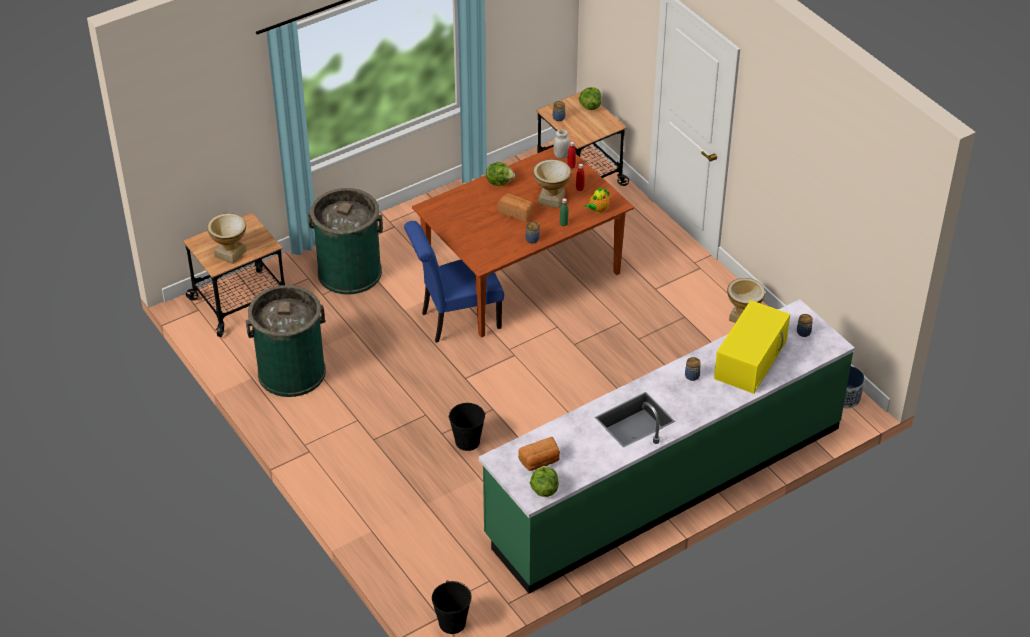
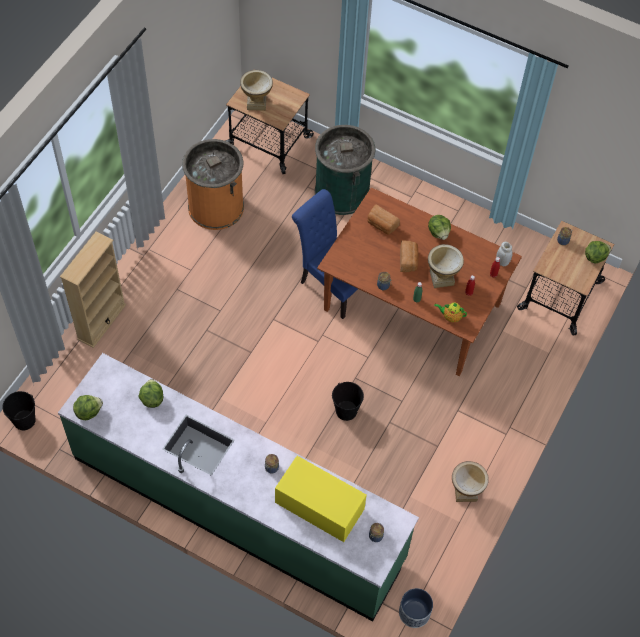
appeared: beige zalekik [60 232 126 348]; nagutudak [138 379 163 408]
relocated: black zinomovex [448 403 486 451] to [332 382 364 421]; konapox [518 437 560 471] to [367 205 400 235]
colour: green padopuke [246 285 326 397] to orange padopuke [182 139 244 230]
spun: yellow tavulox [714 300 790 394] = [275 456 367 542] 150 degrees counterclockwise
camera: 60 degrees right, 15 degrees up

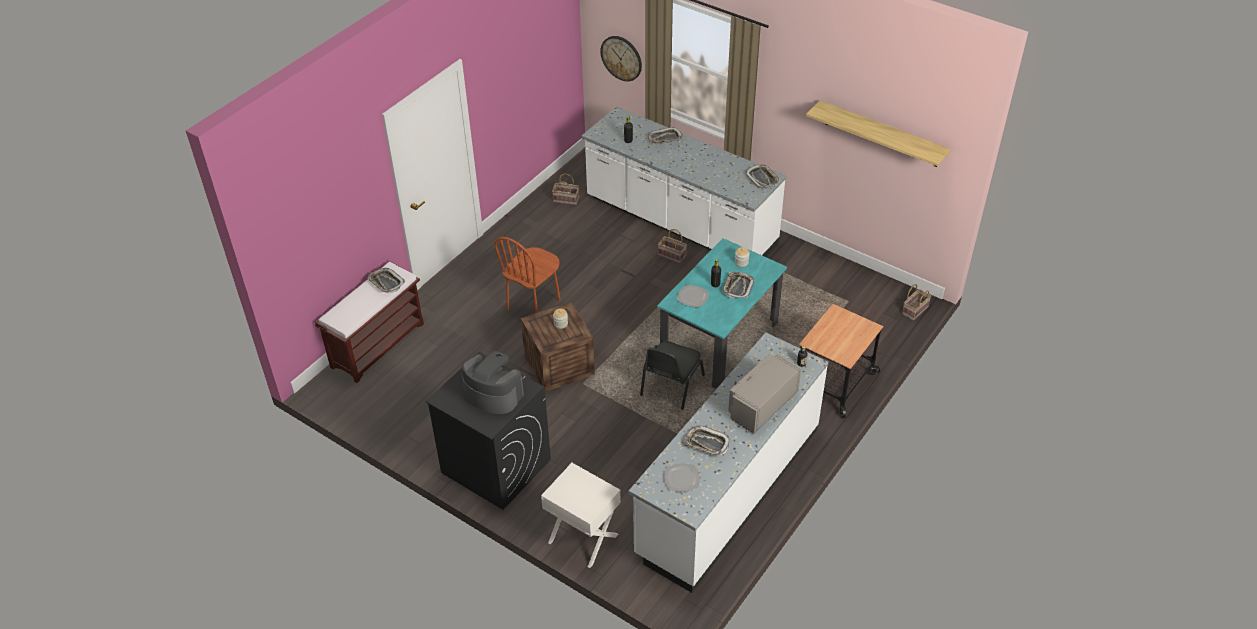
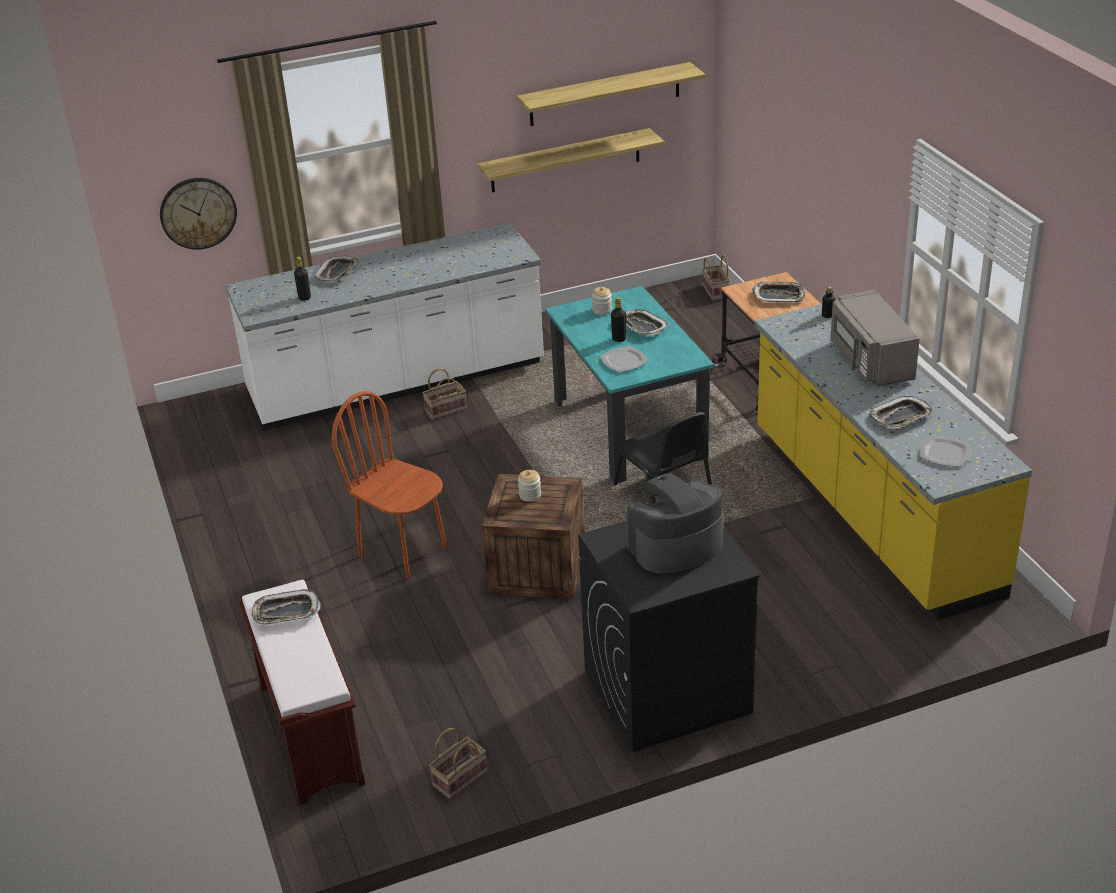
missing: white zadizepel [541 463 621 568]
appeared: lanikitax [478 128 665 193]
relocated: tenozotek [552 173 579 205] to [429 728 487 799]; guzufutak [745 164 780 189] to [752 282 805 303]
colour: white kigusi [629 332 828 593] to yellow kigusi [754 300 1032 620]
spun: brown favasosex [494 237 561 314] = [332 391 447 579] 150 degrees clockwise
camera: 55 degrees left, 10 degrees down

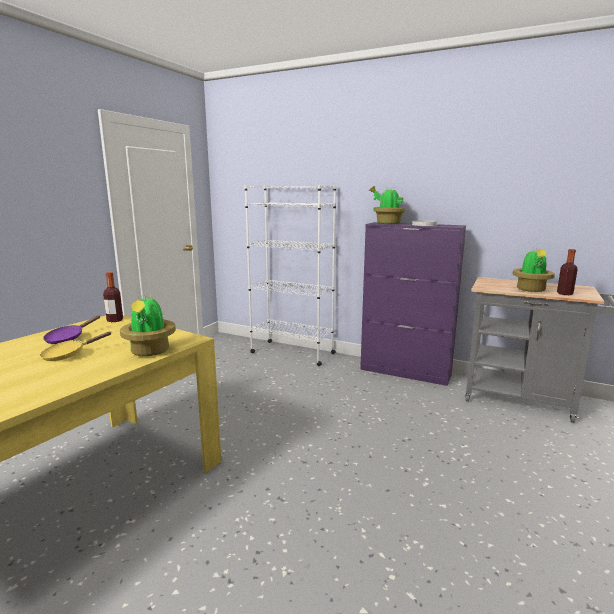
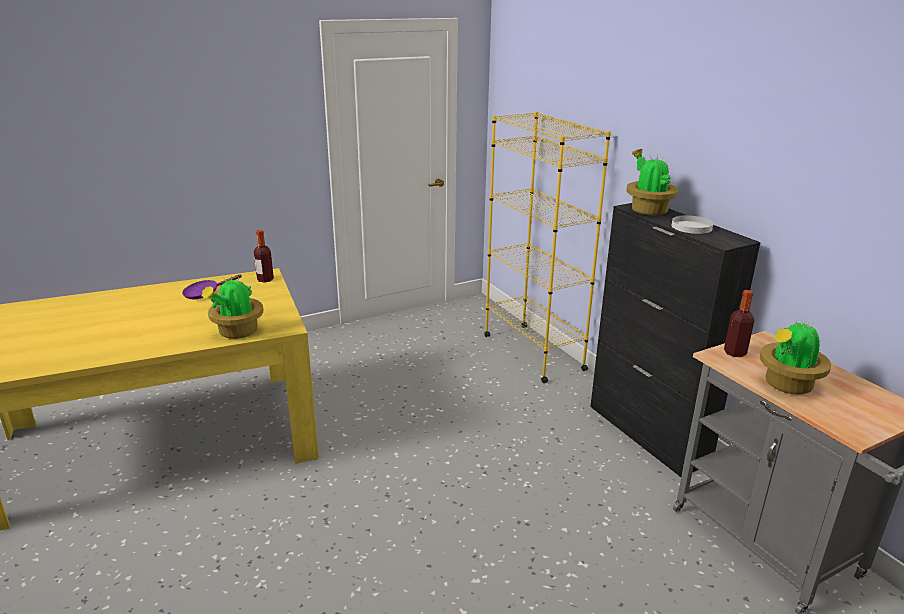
missing: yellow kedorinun [40 332 112 361]
relocated: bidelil [557 249 578 295] to [724 290 754 357]
colour: white zalekik [244 185 336 366] to yellow zalekik [484 111 611 383]; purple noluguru [360 222 466 386] to black noluguru [590 203 761 477]
camera: 35 degrees right, 10 degrees up

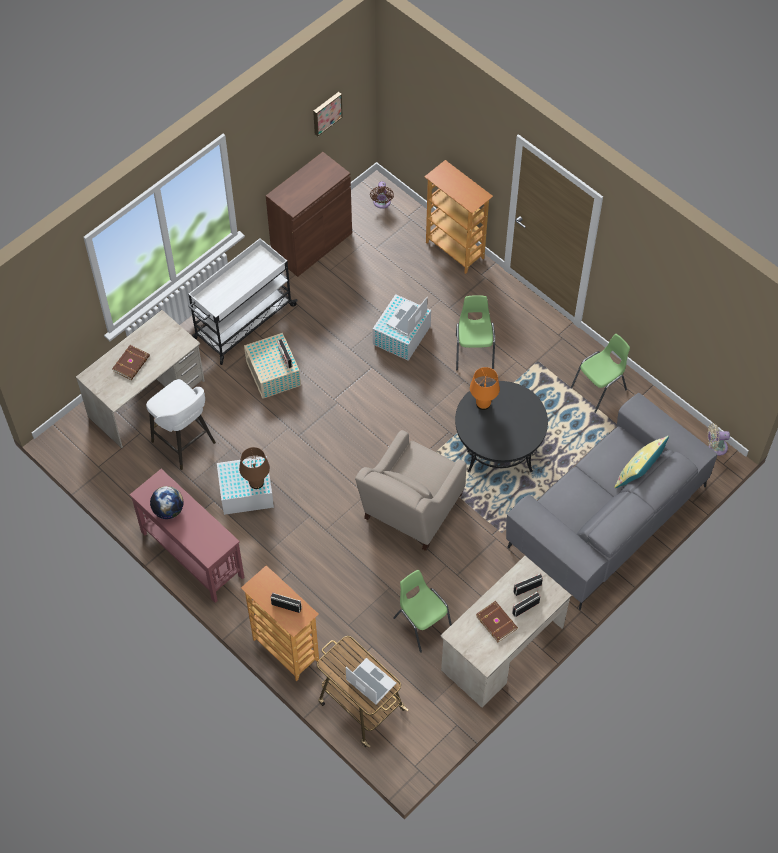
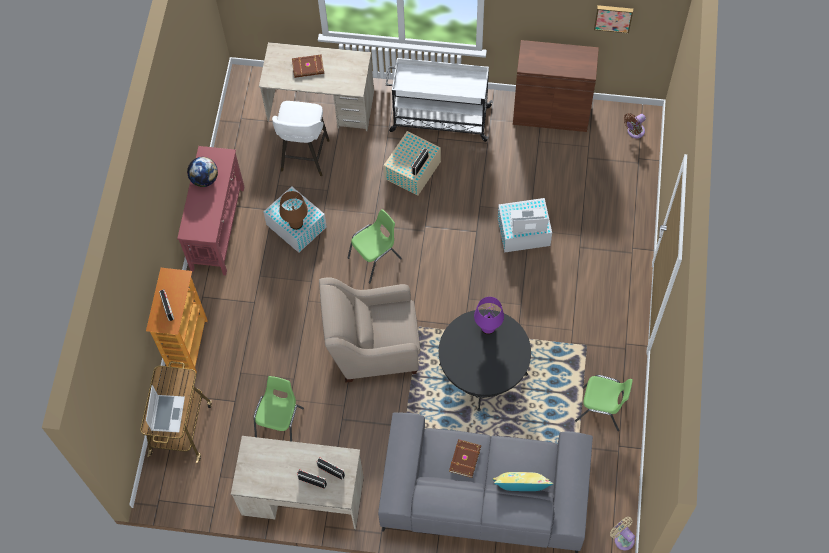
missing: zalekik [424 160 493 274]
relocated: green favasosex [456 295 495 371] to [348 209 402 283]; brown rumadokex [476 601 518 642] to [449 439 481 478]
colour: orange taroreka [470 367 500 410] to purple taroreka [474 297 504 335]
camera: 55 degrees right, 5 degrees up

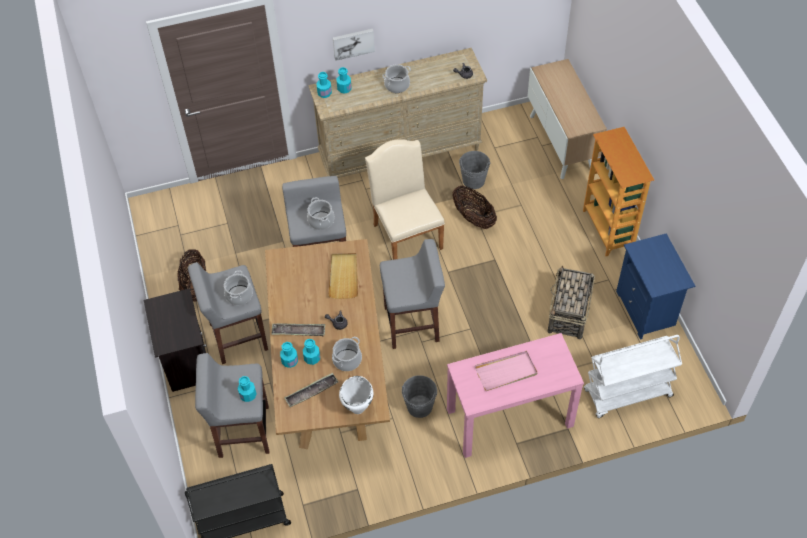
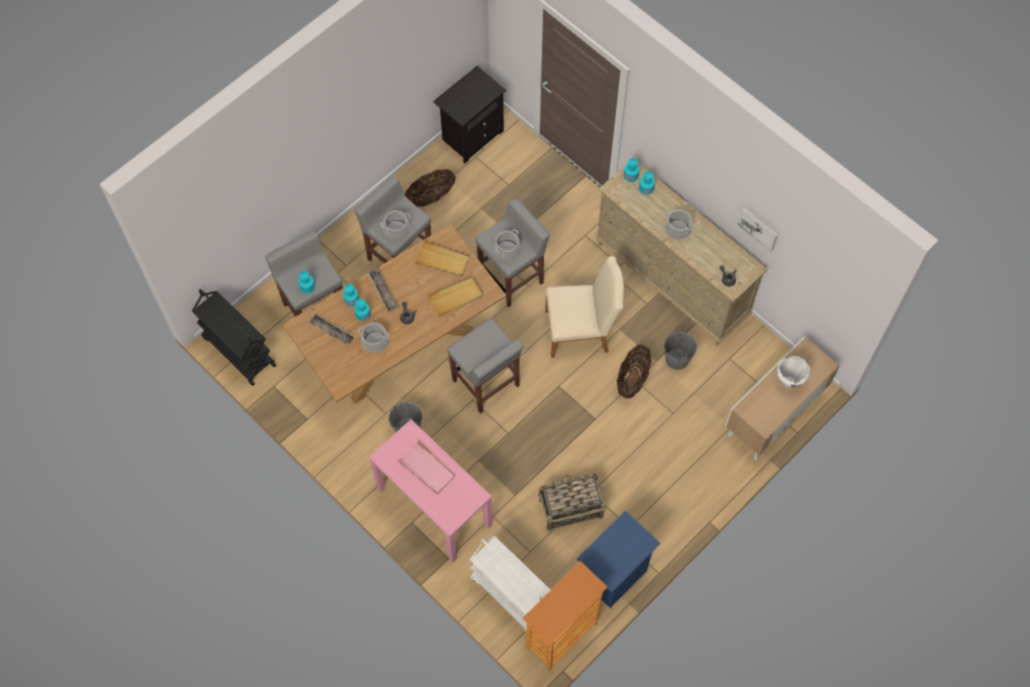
appeared: beige guzufutak [415 240 470 277]
relocated: black zadizepel [144 288 206 392] to [433 66 506 164]; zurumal [333 29 375 61] to [738 207 778 252]; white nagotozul [339 376 373 414] to [777 356 810 388]; zalekik [583 127 654 256] to [523 561 607 671]
spun: beige favasosex [365 139 445 260] = [545 256 624 358] 45 degrees clockwise
camera: 60 degrees right, 10 degrees up

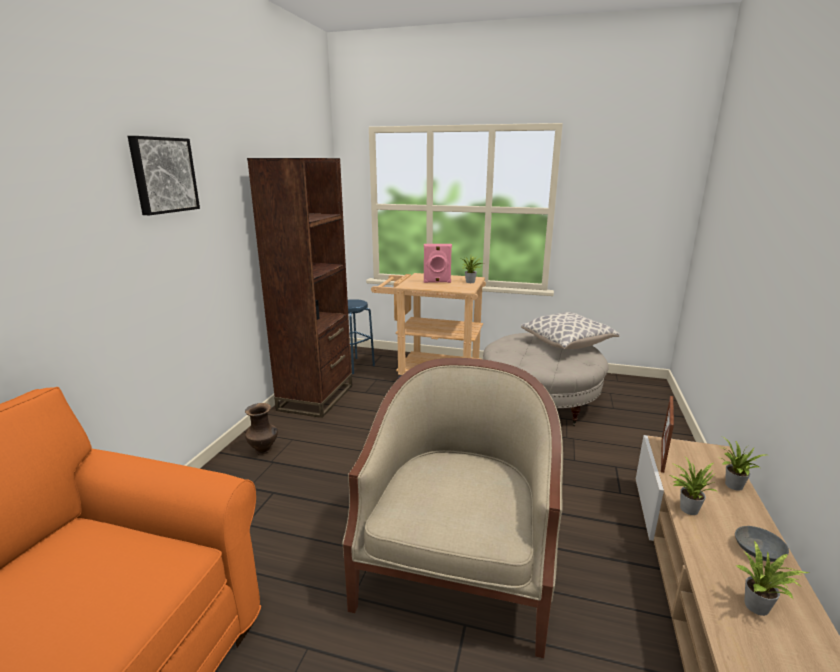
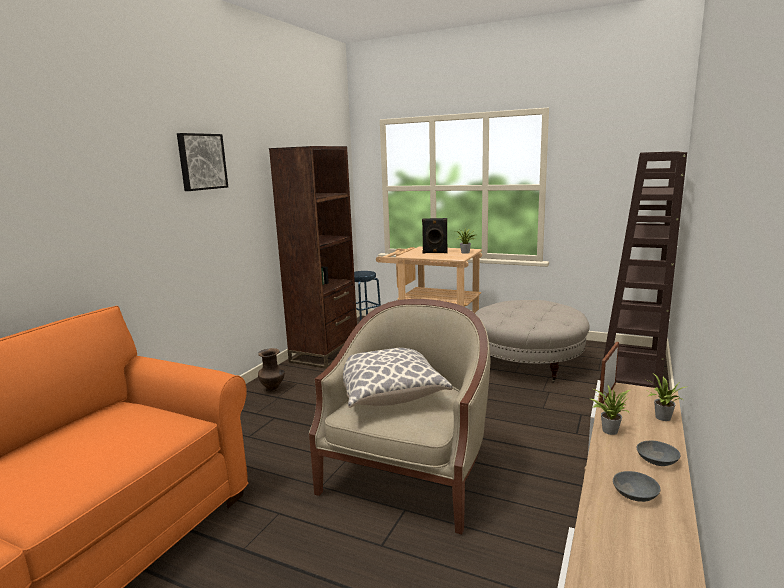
appeared: brown zalekik [600 151 687 388]
relocated: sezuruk [521 312 619 349] to [343 348 452 408]
exchanged: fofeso [736 540 809 616] to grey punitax [613 471 660 502]
colour: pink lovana [424 244 452 283] to black lovana [422 218 448 253]
camera: 10 degrees right, 5 degrees down

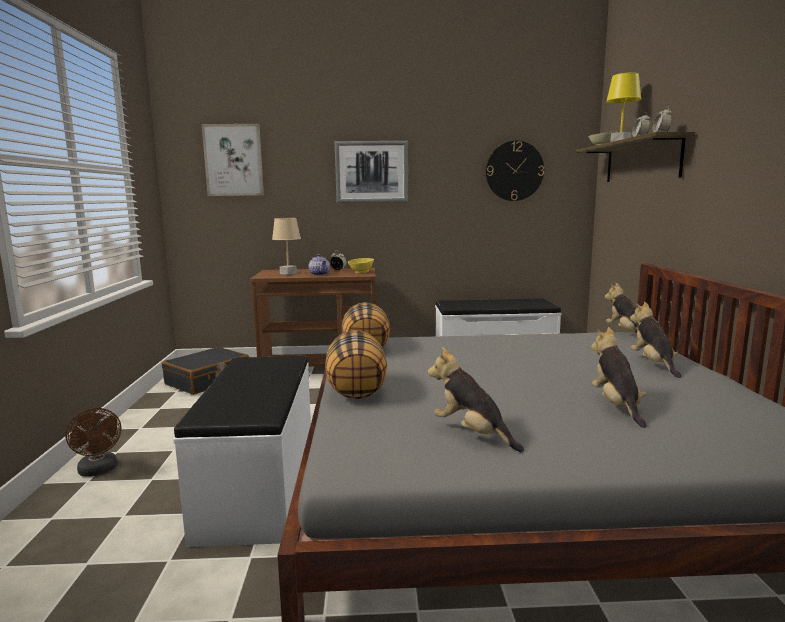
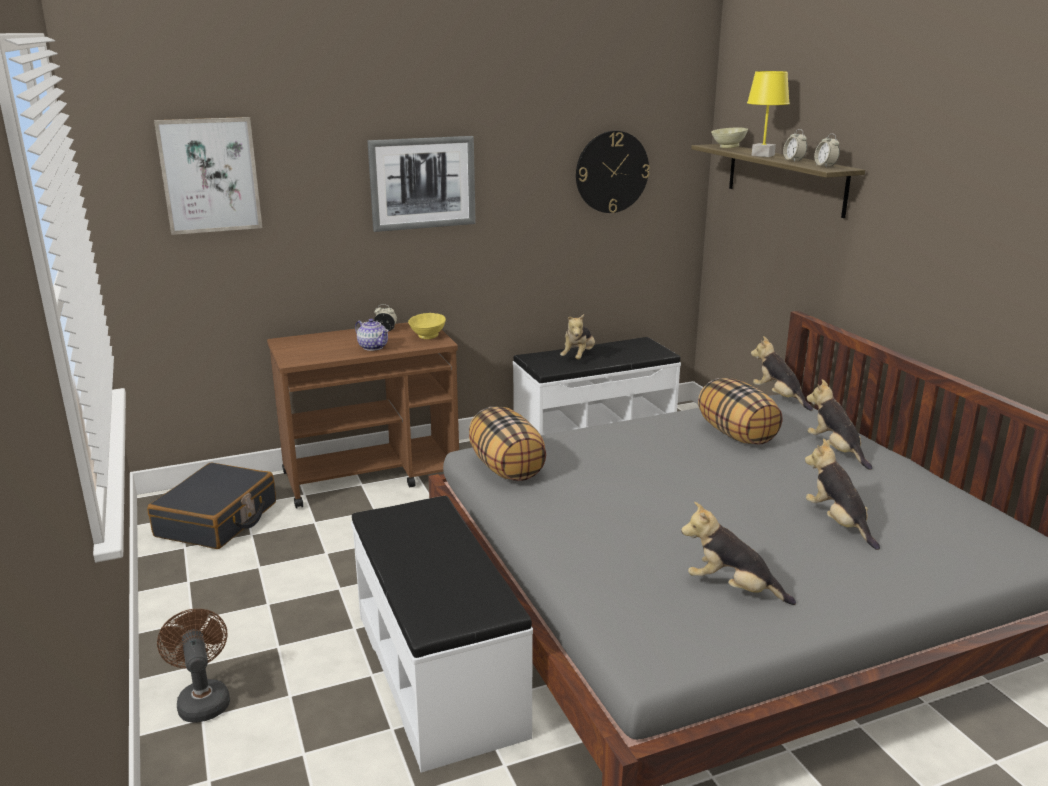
missing: beige taroreka [272 218 301 275]
appeared: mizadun [560 314 595 359]
relocated: sezuruk [325 330 387 399] to [698 378 782 445]
spun: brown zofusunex [65 408 121 477] = [157 609 230 723] 150 degrees counterclockwise
camera: 20 degrees left, 10 degrees up

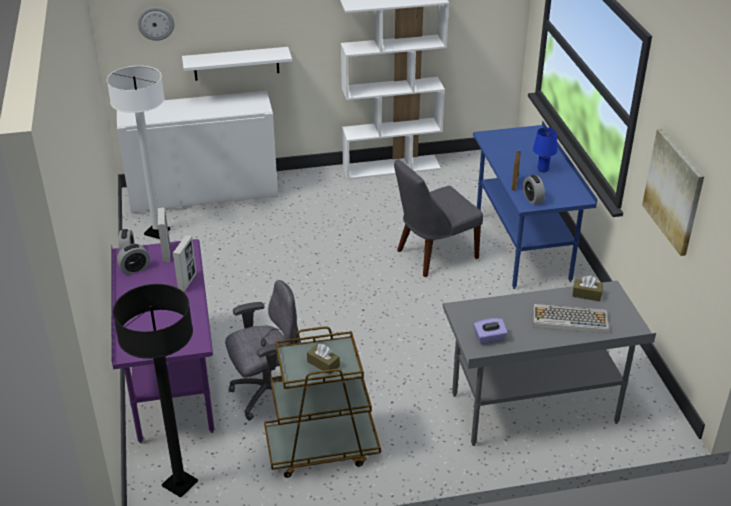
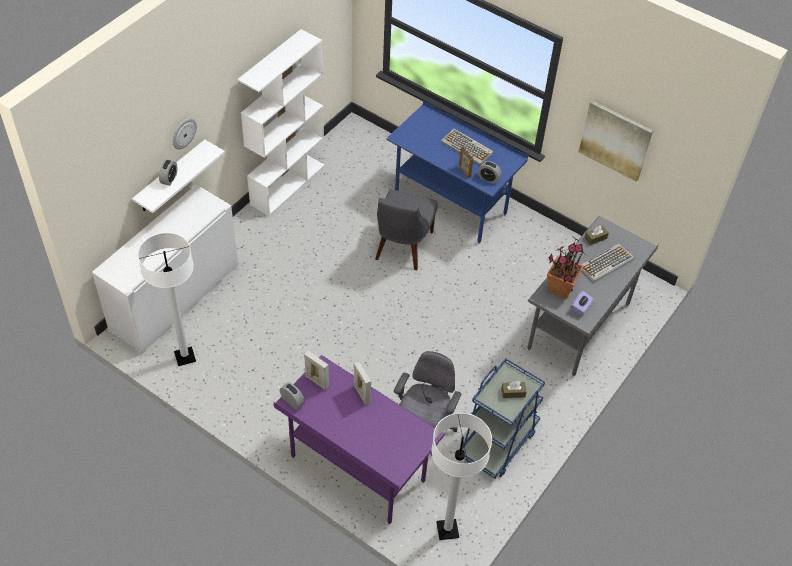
appeared: fofeso [547 237 586 299]
relocated: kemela [117 244 150 275] to [159 160 177 186]; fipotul [138 7 175 41] to [172 118 197 150]
exchanged: blue taroreka [533 127 557 172] to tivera [441 128 494 165]
colour: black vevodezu [113 284 198 498] to white vevodezu [431 413 492 540]; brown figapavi [264 326 381 478] to blue figapavi [462 358 545 479]
camera: 45 degrees left, 15 degrees up

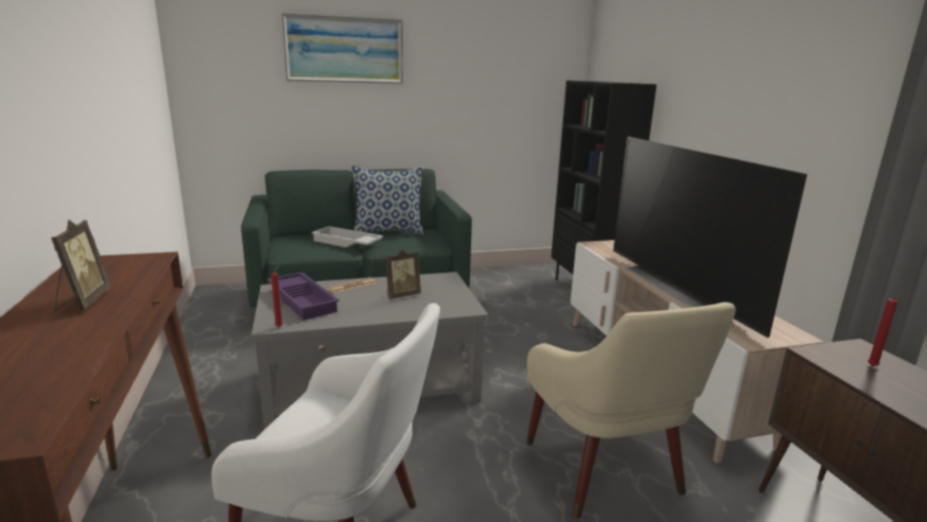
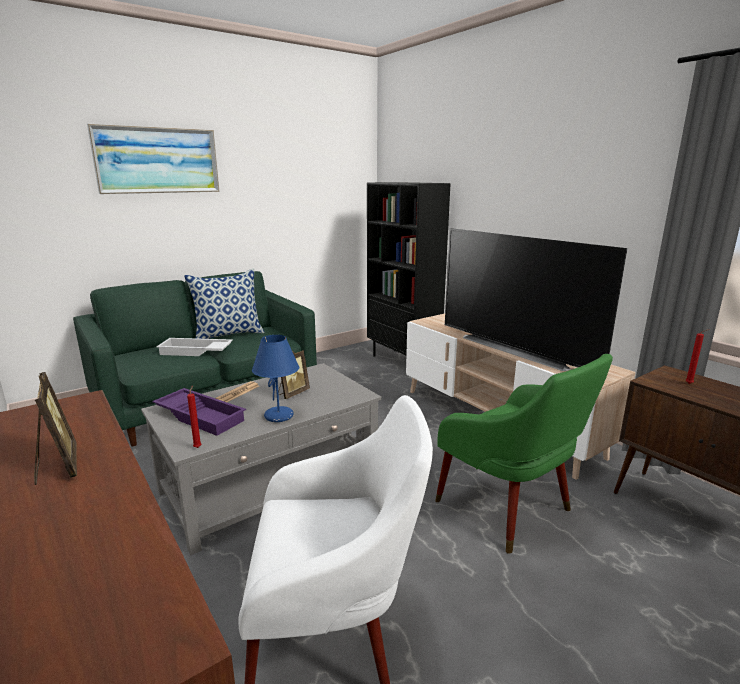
appeared: blue taroreka [252 335 299 422]
colour: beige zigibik [527 302 736 519] to green zigibik [435 354 613 554]
camera: 20 degrees left, 0 degrees up

